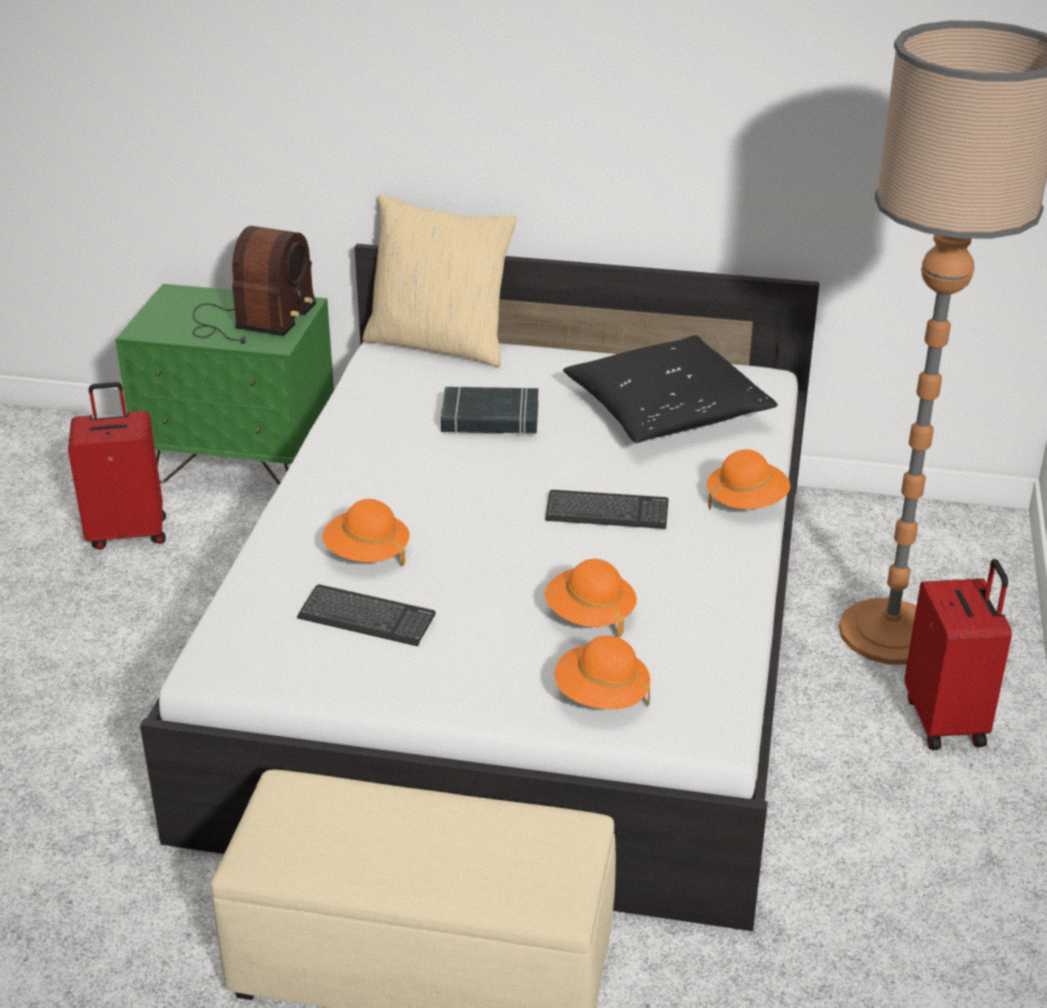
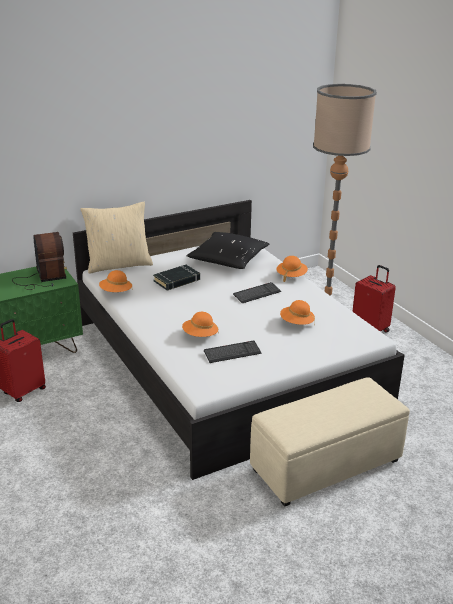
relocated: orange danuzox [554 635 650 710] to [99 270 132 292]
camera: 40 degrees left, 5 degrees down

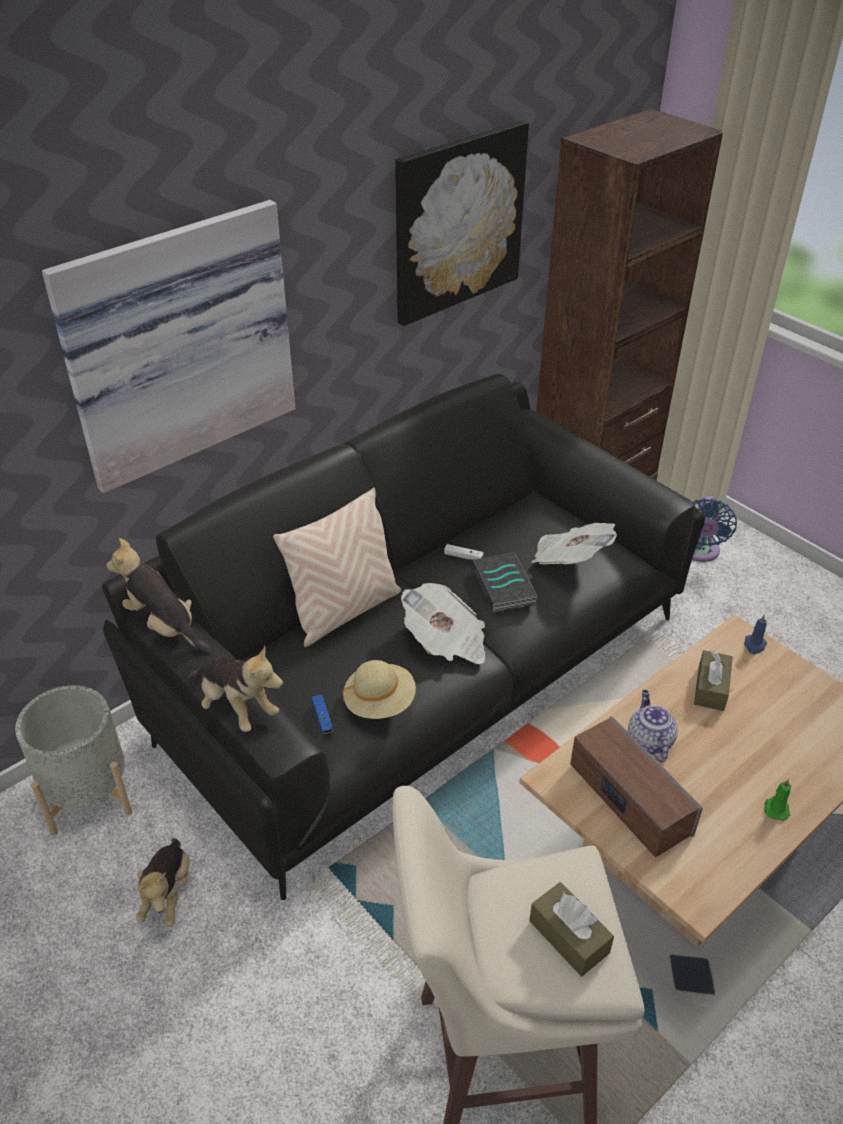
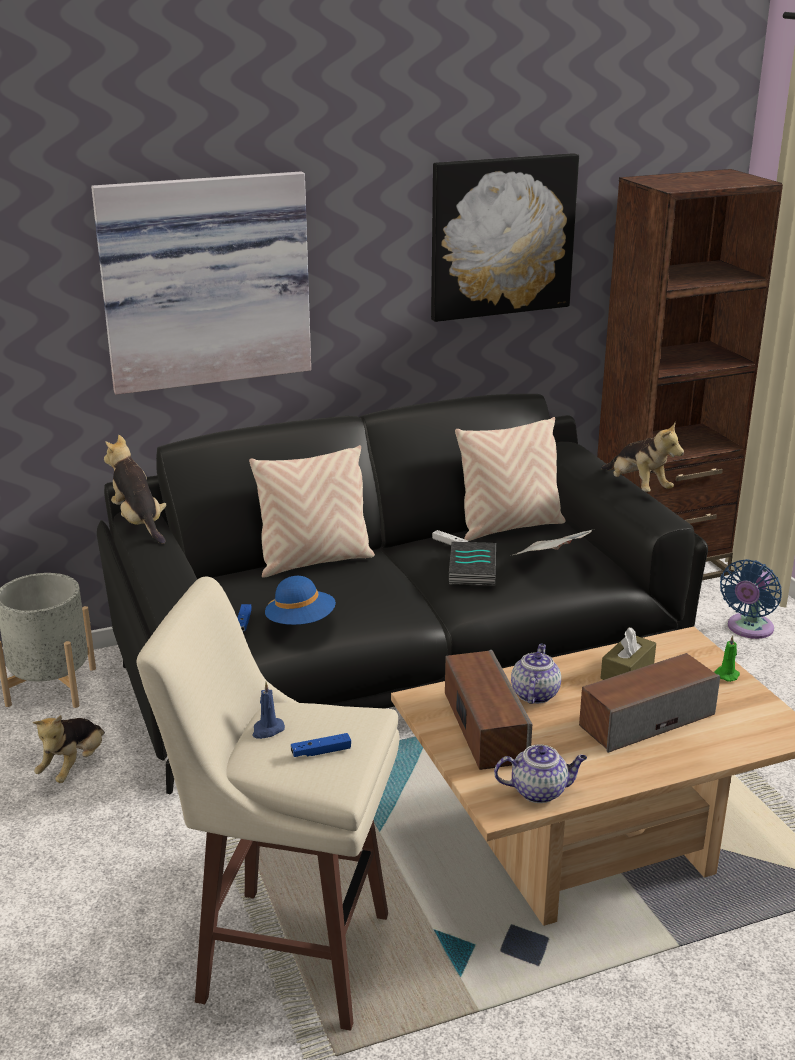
missing: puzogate [401 583 485 664]
appeared: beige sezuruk [455 417 566 541]; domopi [494 744 587 803]; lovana [579 653 720 753]
relocated: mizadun [188 646 283 732] to [601 421 684 492]; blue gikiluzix [744 614 767 654] to [252 682 285 739]; green gikiluzix [764 779 791 821] to [714 635 740 682]
exchanged: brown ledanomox [529 882 614 976] to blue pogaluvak [291 733 351 757]
colour: beige danuzox [343 660 416 719] to blue danuzox [265 576 336 625]
camera: 20 degrees right, 15 degrees down

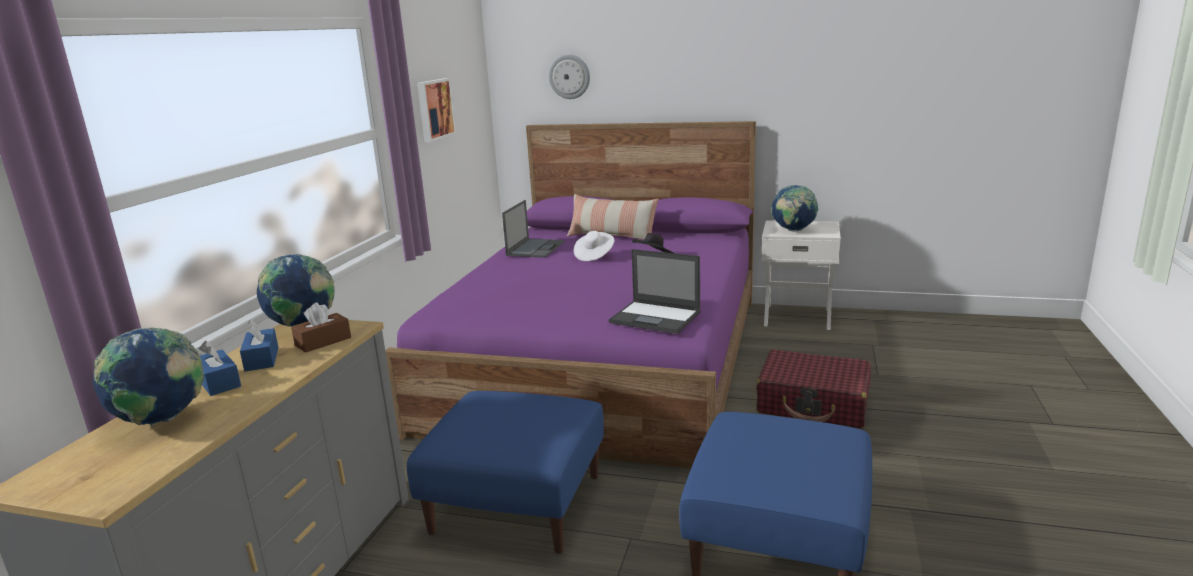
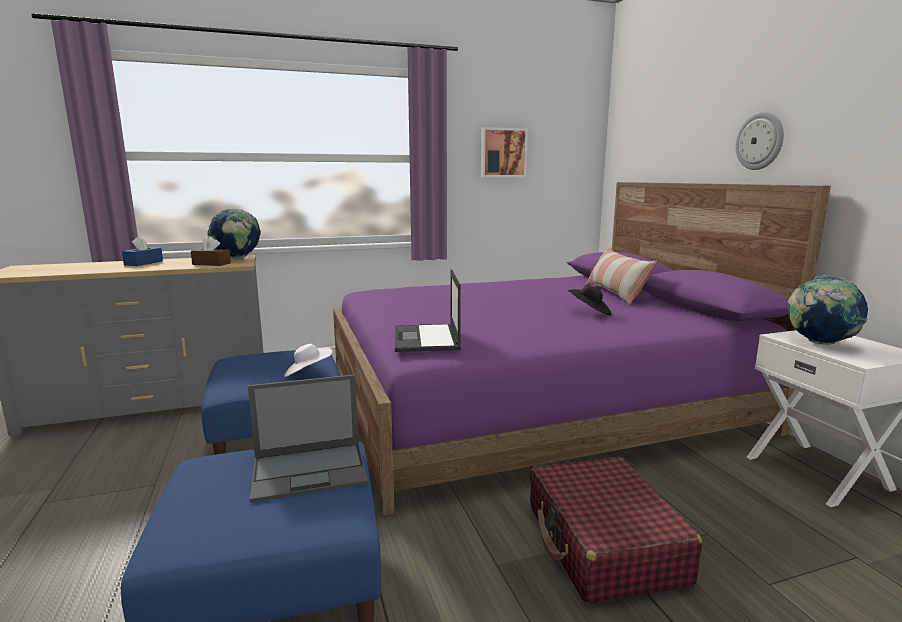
missing: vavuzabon [93 327 204 425]; blue ledanomox [240 319 279 372]
relocated: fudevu [502 200 565 258] to [248 374 368 503]; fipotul [549 54 590 99] to [736 112 784 170]; white danuzox [574 231 614 261] to [284 344 333 377]
camera: 55 degrees right, 5 degrees down

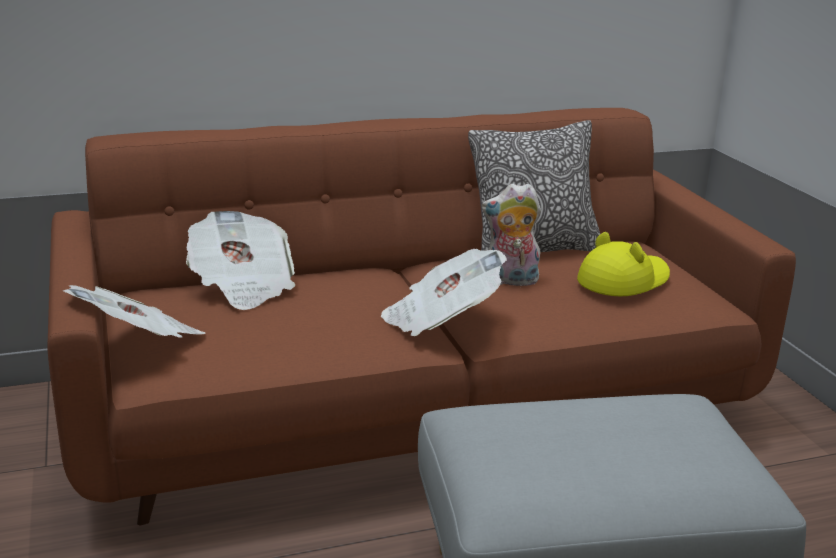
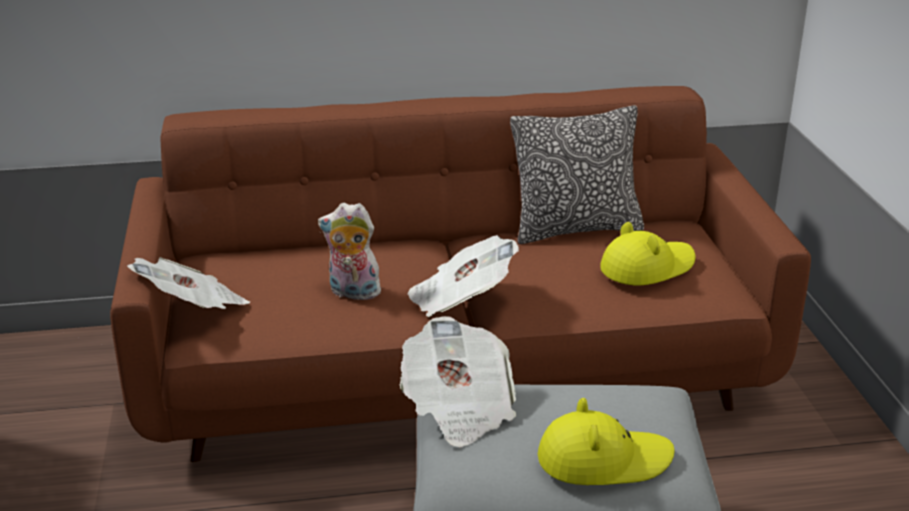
appeared: yellow danuzox [538 398 675 485]
relocated: puzogate [186 211 295 310] to [399 316 516 447]; mizadun [482 183 541 286] to [318 203 381 300]
camera: 10 degrees right, 5 degrees up

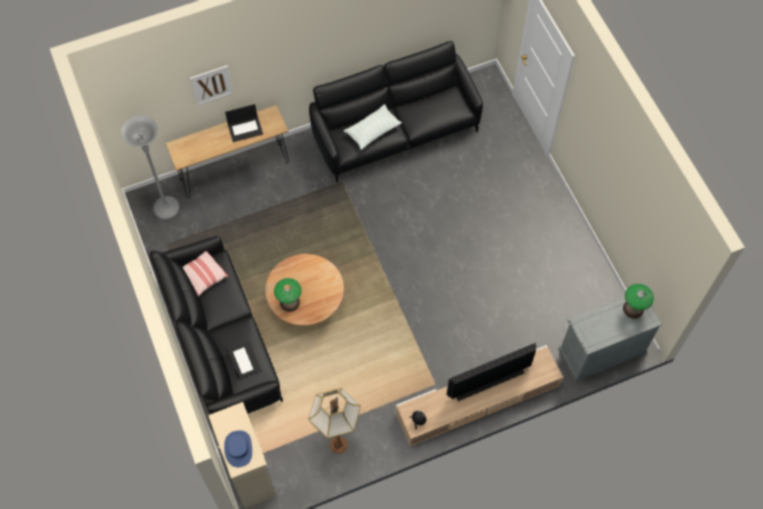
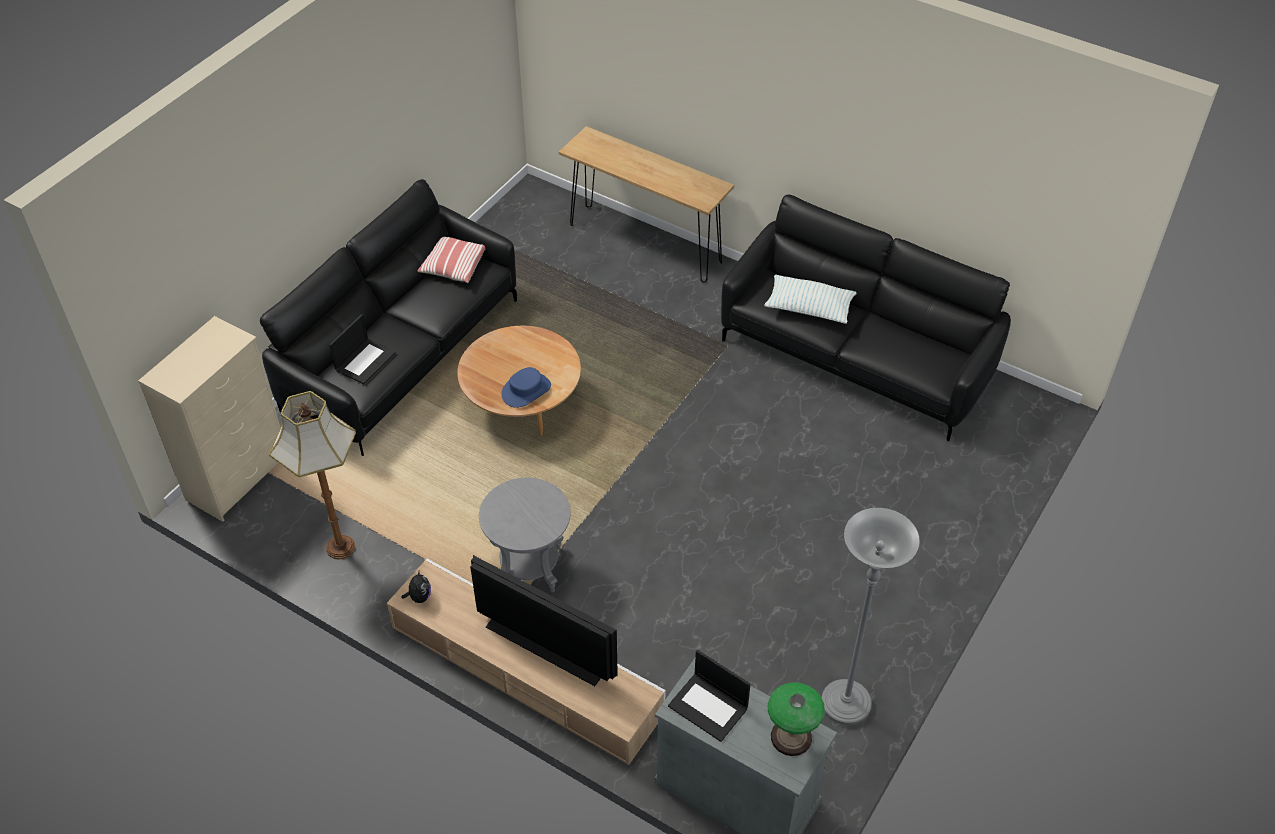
missing: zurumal [190 65 234 106]; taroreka [274 278 302 312]
appeared: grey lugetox [479 478 571 592]
relocated: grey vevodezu [121 115 180 220] to [822 508 920 725]; blue danuzox [224 430 252 467] to [501 367 551 408]; fudevu [225 104 263 142] to [668 650 751 742]
camera: 55 degrees right, 15 degrees down

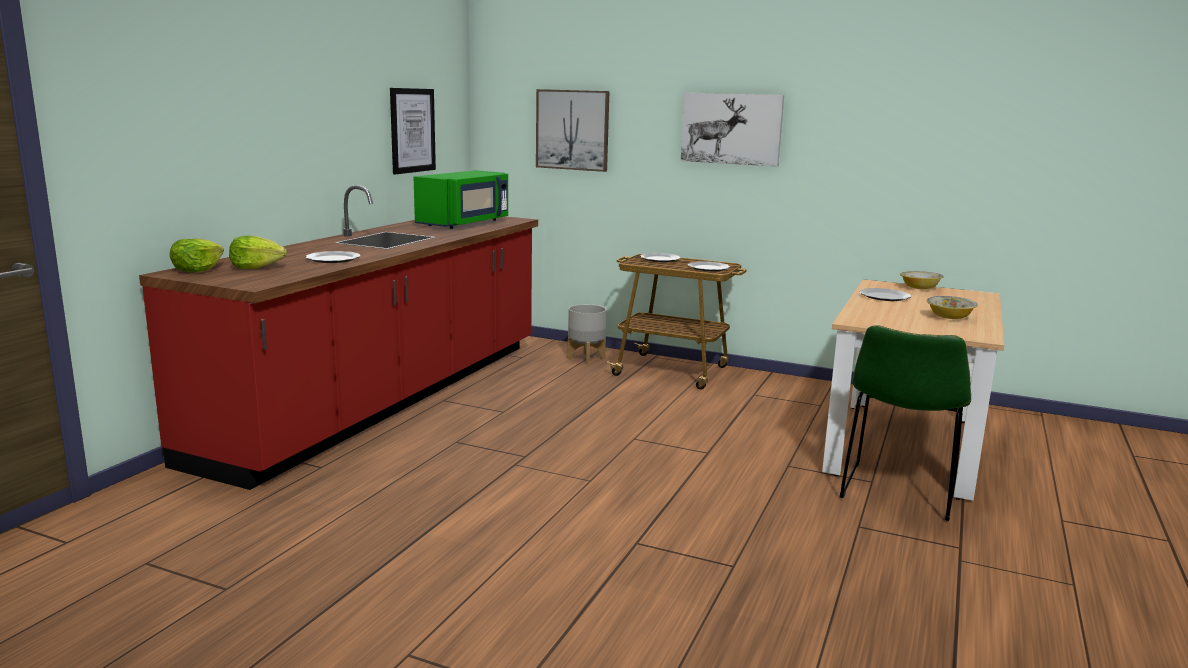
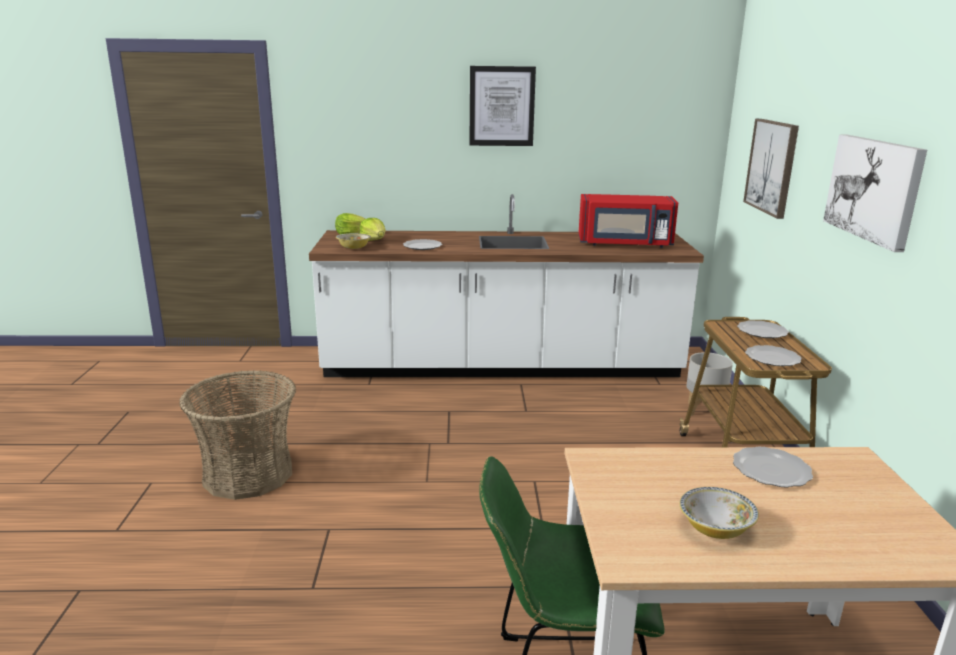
appeared: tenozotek [179 370 296 500]
relocated: zurumal [390 88 436 174] to [469 66 536 146]; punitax [900 271 944 289] to [336 233 371 249]
colour: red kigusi [139 185 538 490] to white kigusi [309 194 704 377]; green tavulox [414 170 508 229] to red tavulox [579 194 678 248]
camera: 65 degrees right, 5 degrees up

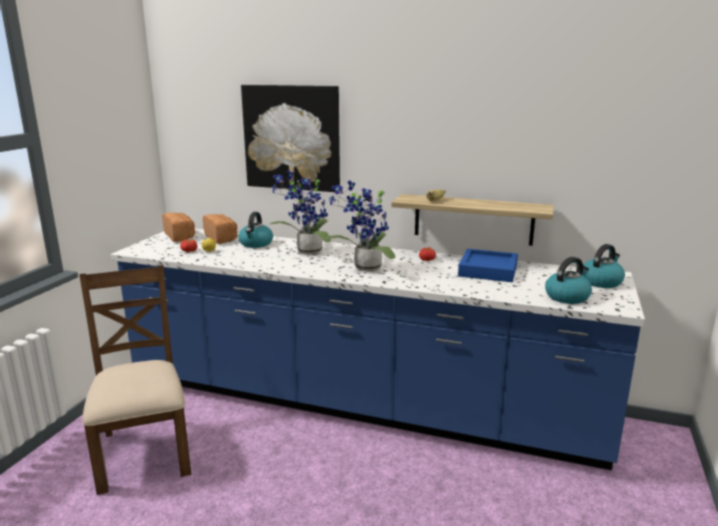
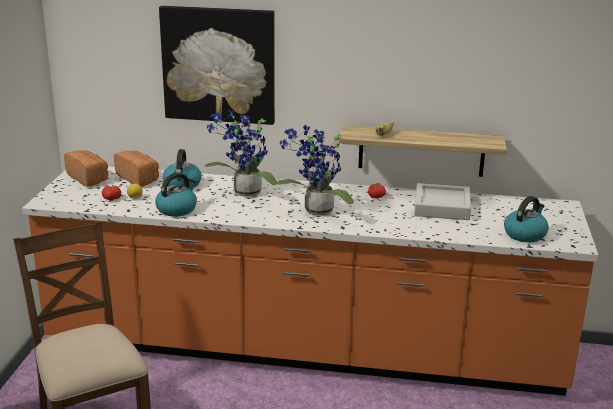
relocated: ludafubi [583 244 625 288] to [155 172 197 217]
colour: blue kigusi [111 229 645 470] to orange kigusi [22 167 598 396]; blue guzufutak [458 249 518 282] to grey guzufutak [414 183 471 220]
camera: 10 degrees left, 5 degrees up

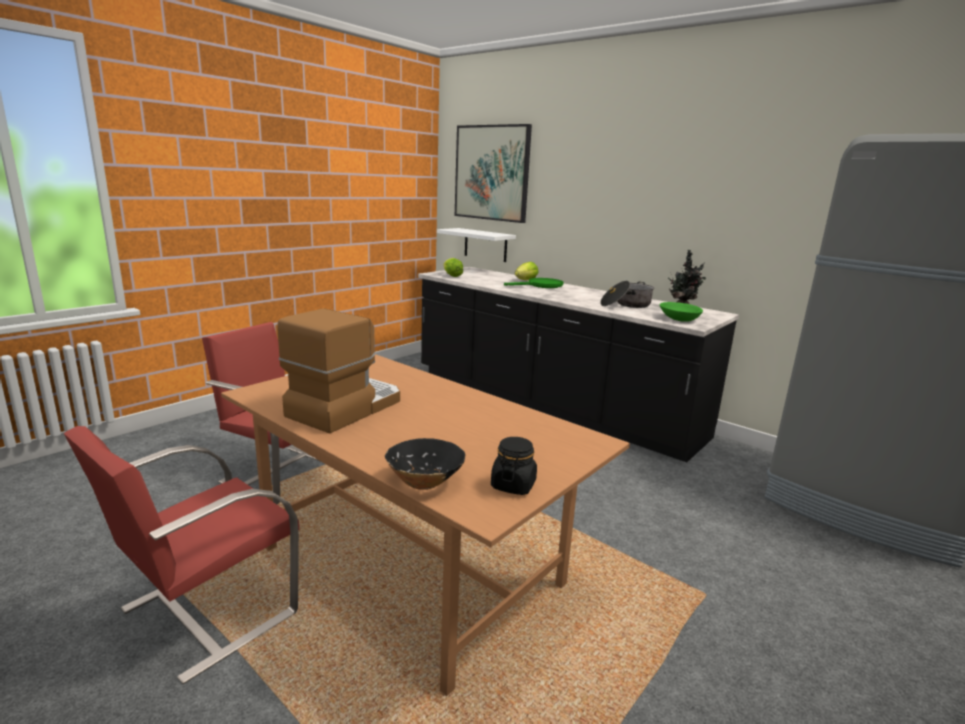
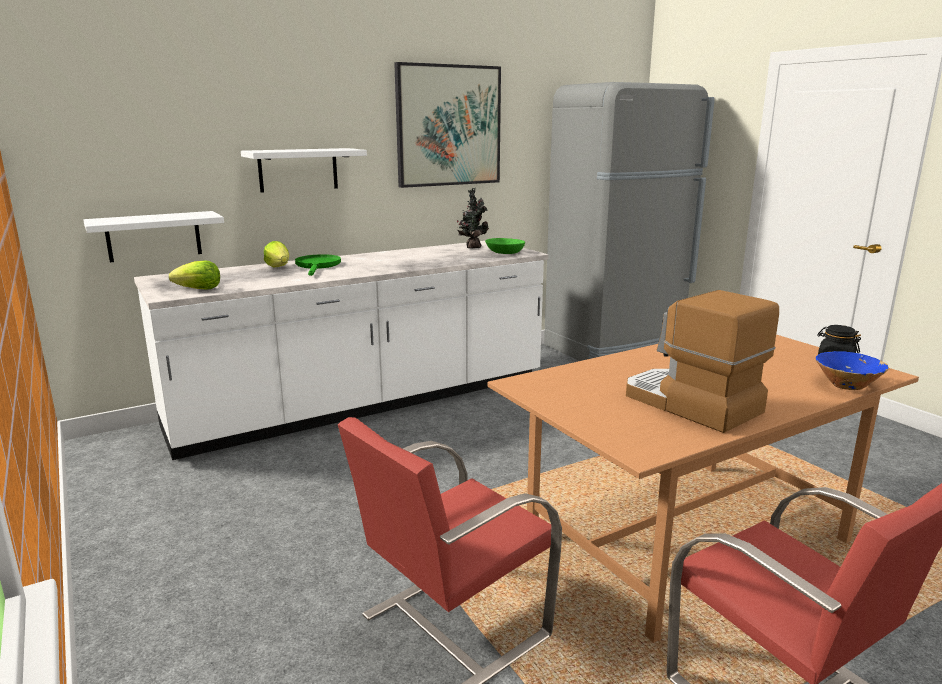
missing: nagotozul [600 281 654 308]
appeared: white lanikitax [241 148 367 193]
relocated: zurumal [455 124 532 223] to [394 62 501 188]
colour: black punitax [385 438 465 490] to blue punitax [816 351 889 390]; black kigusi [418 267 739 462] to white kigusi [134 241 548 460]
camera: 70 degrees left, 0 degrees up

